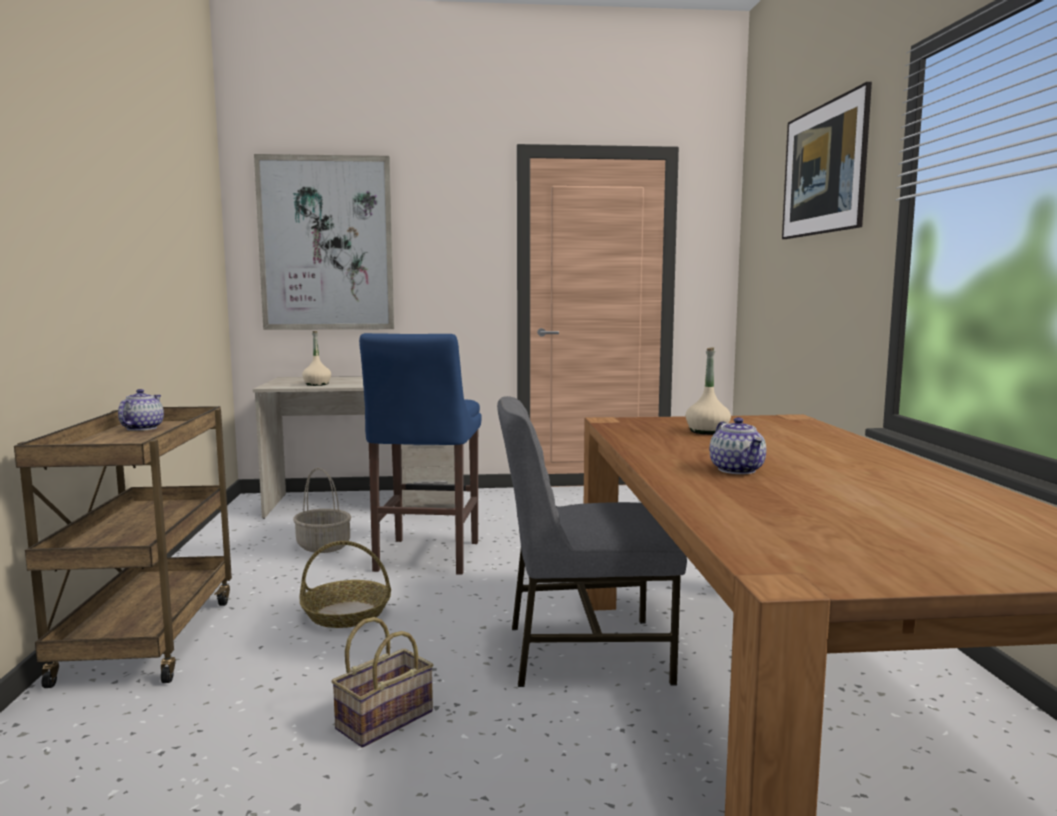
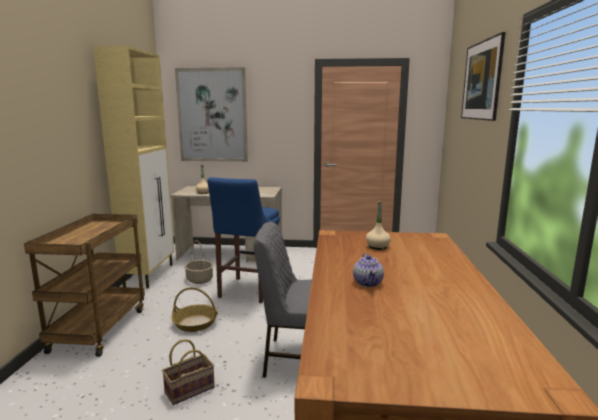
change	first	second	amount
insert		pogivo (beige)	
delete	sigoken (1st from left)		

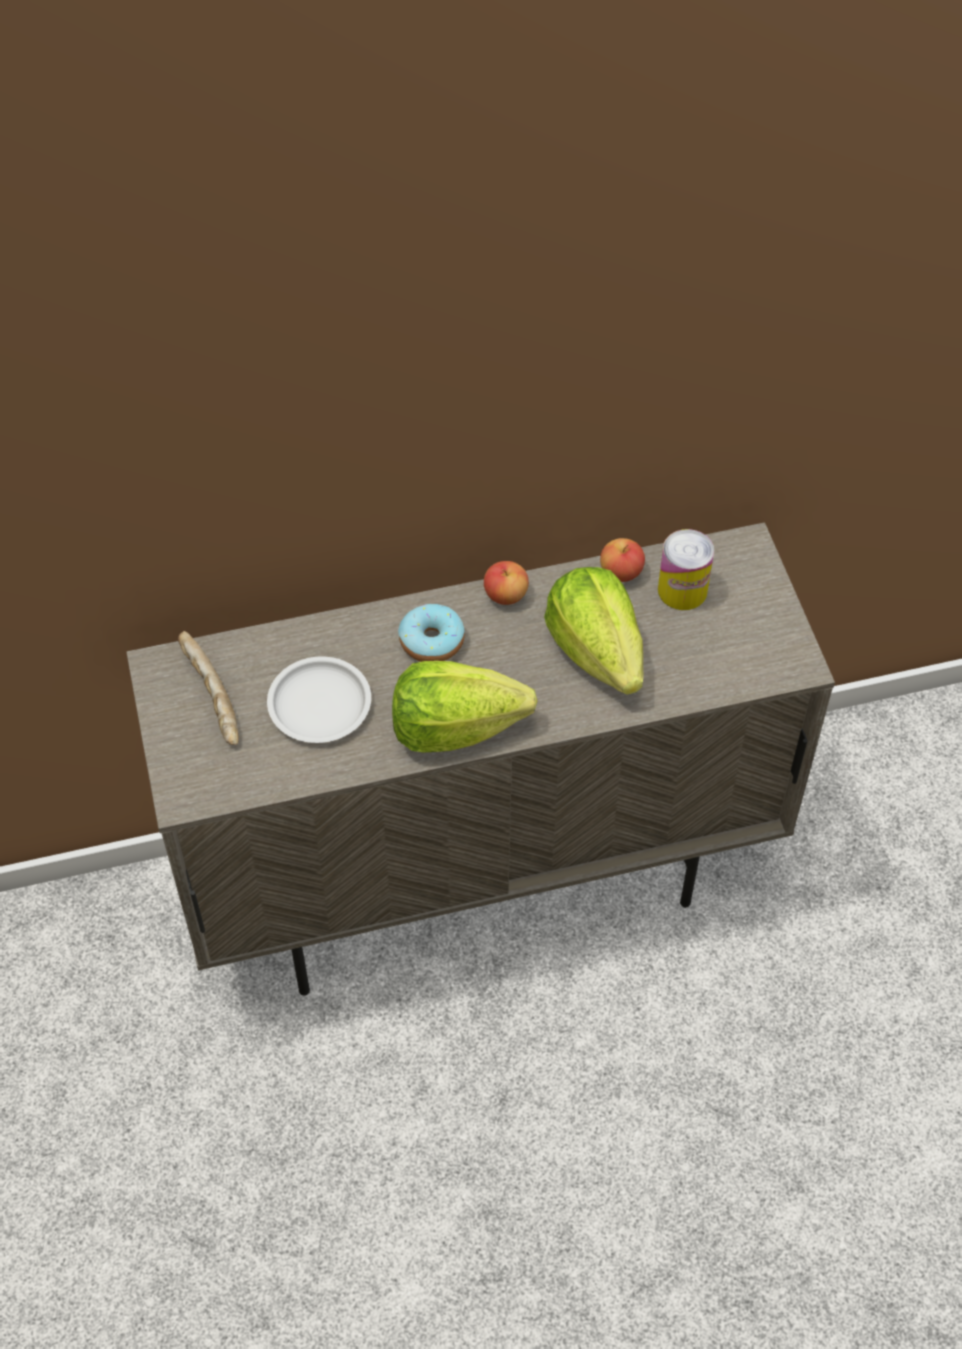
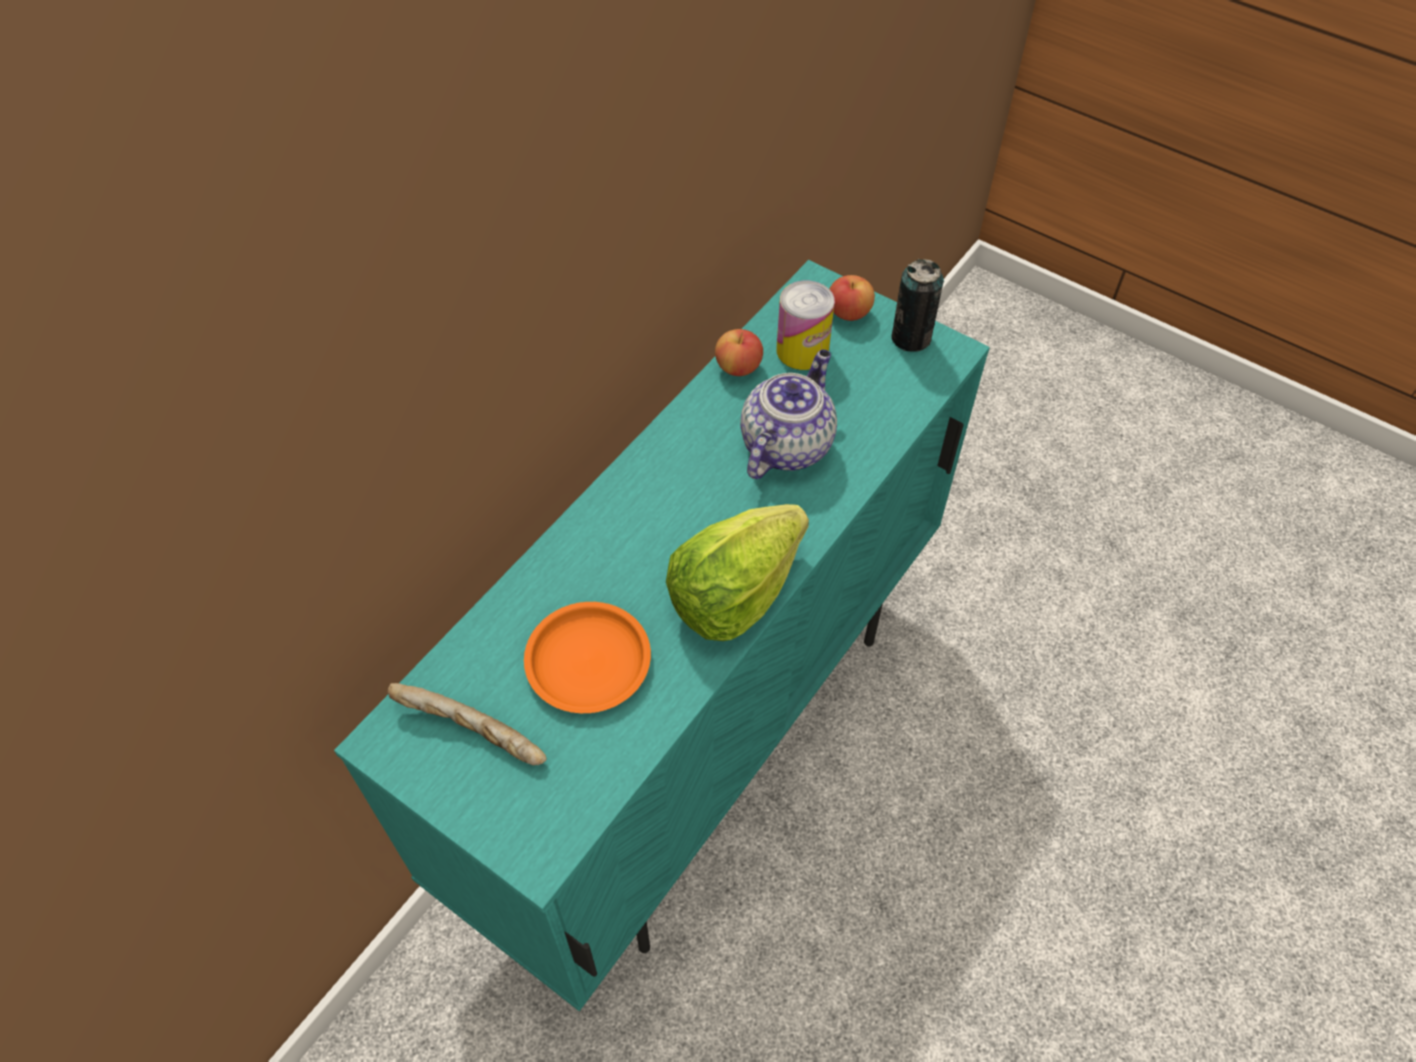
change	first	second	amount
recolor	pogivo (beige)	pogivo (turquoise)	
recolor	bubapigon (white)	bubapigon (orange)	
replace	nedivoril (2nd from left)	sigoken	
move	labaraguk (1st from left in the first image)	labaraguk (2nd from left)	
insert		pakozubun (2nd from left)	
delete	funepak		

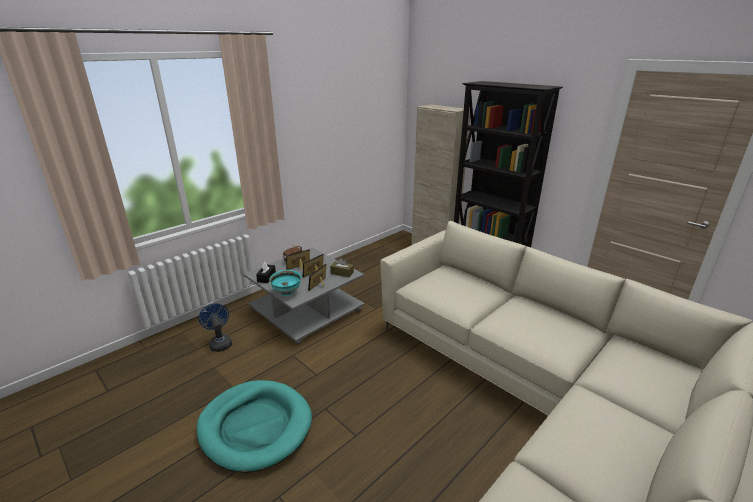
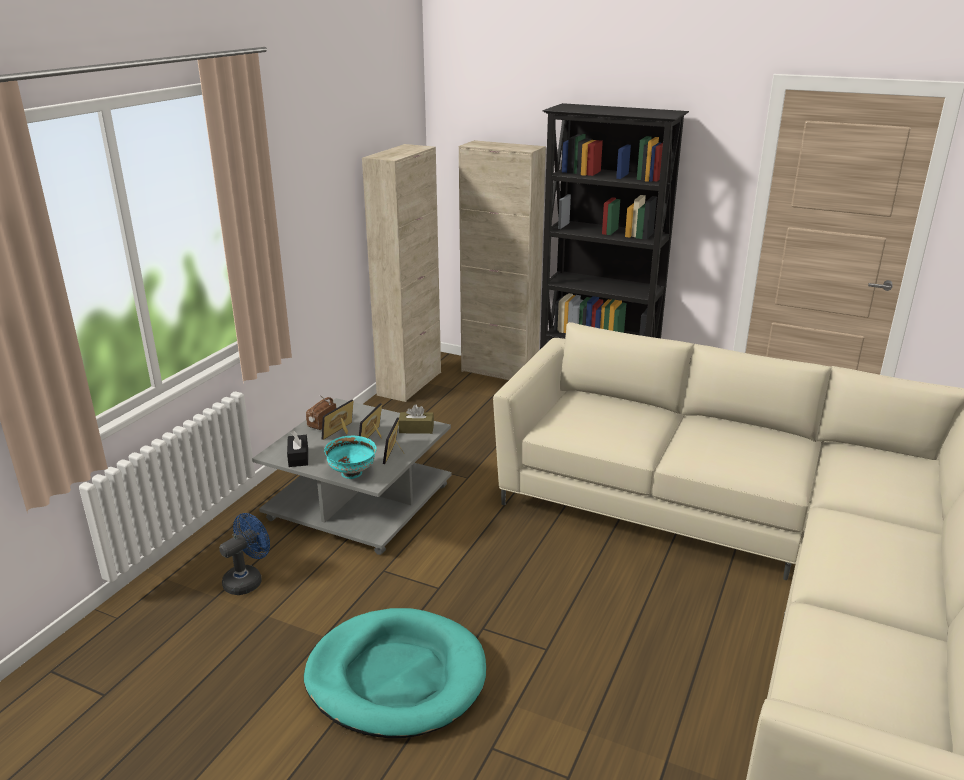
change	first	second	amount
rotate	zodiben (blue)		90 degrees clockwise
insert		pogivo (beige) (1st from left)	

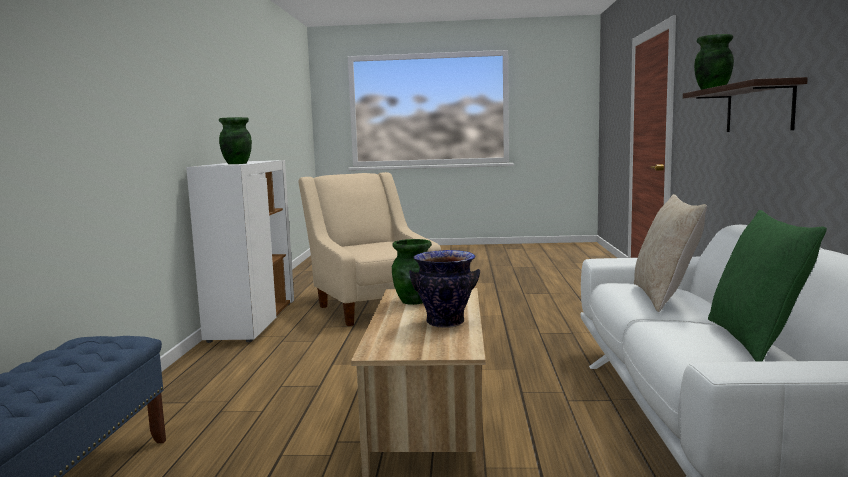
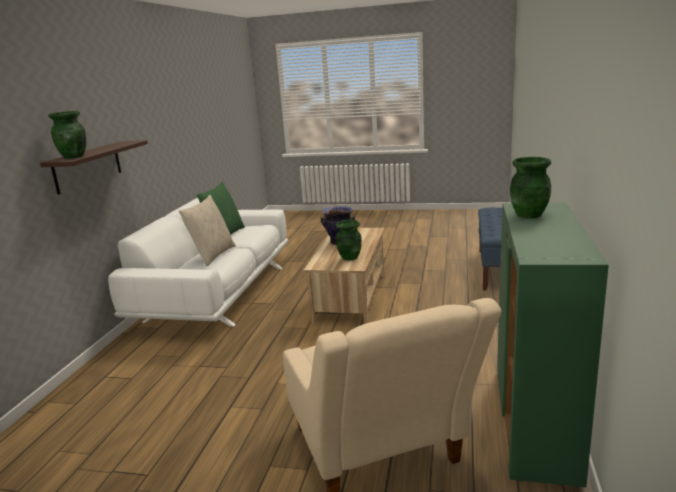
change	first	second	amount
recolor	pogivo (white)	pogivo (green)	

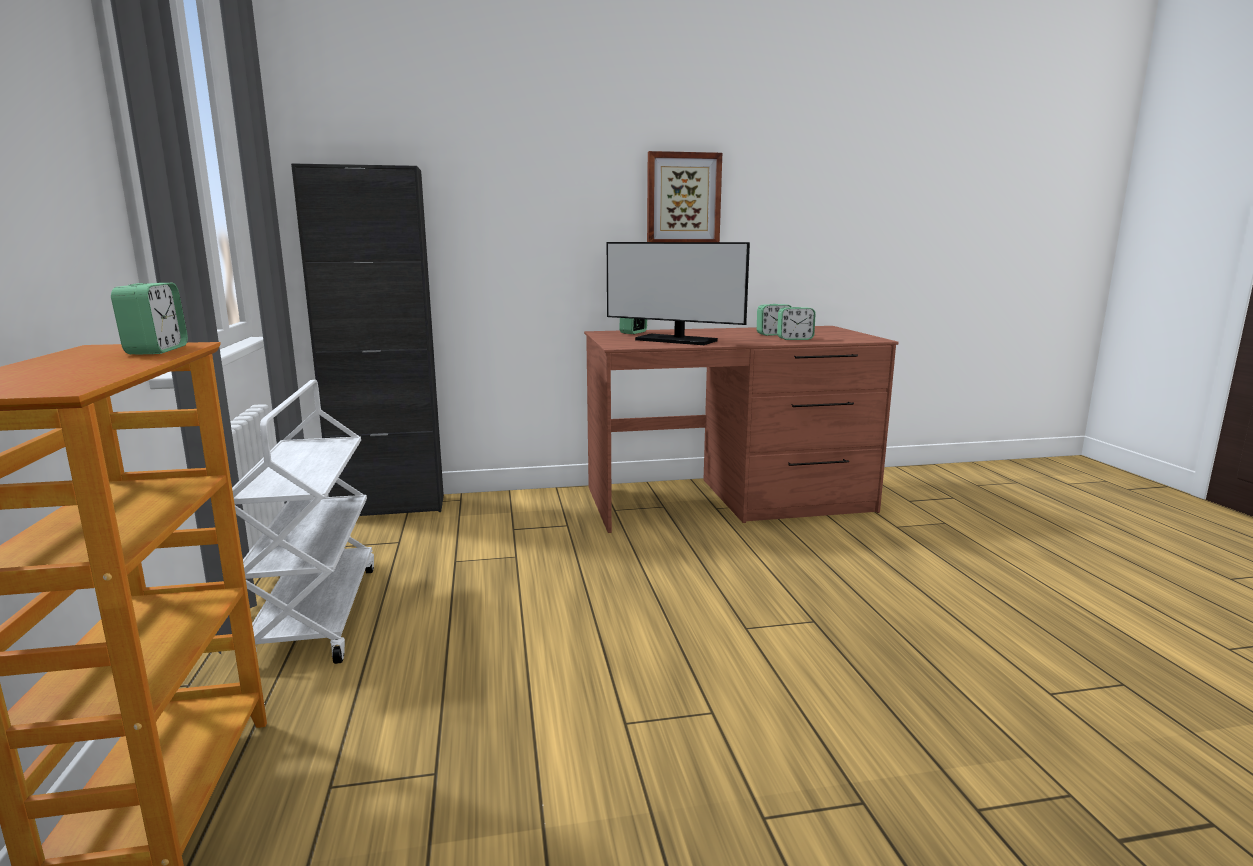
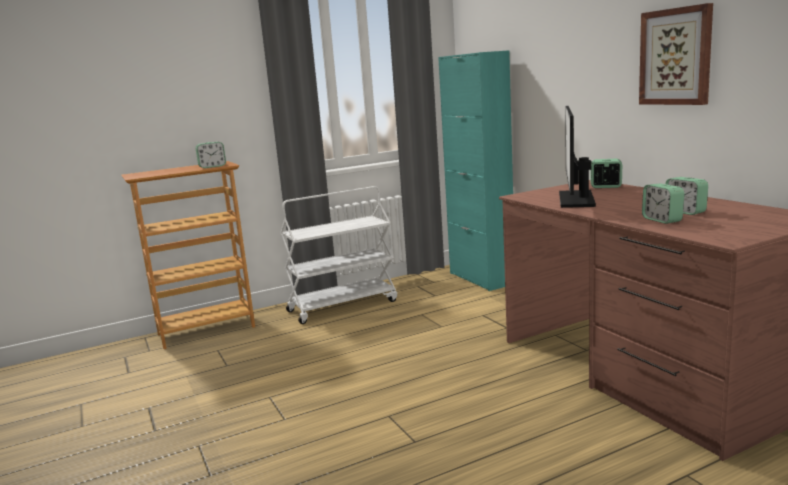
change	first	second	amount
recolor	pogivo (black)	pogivo (turquoise)	

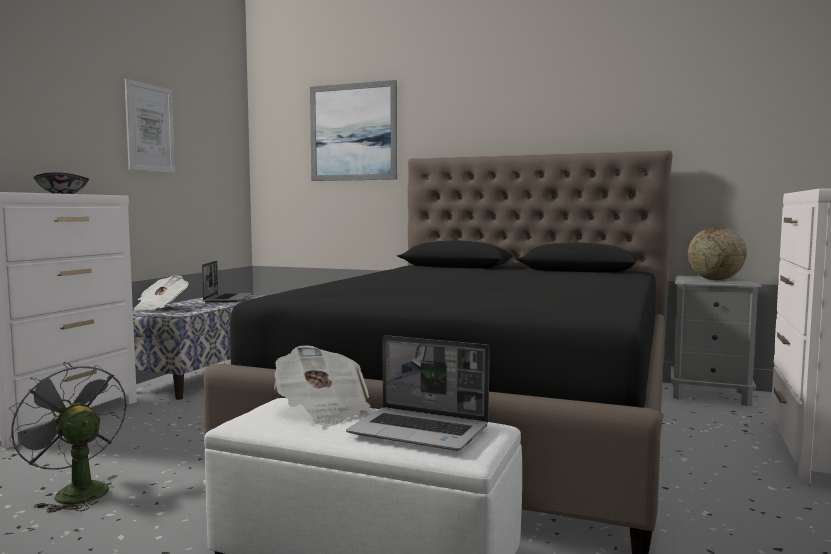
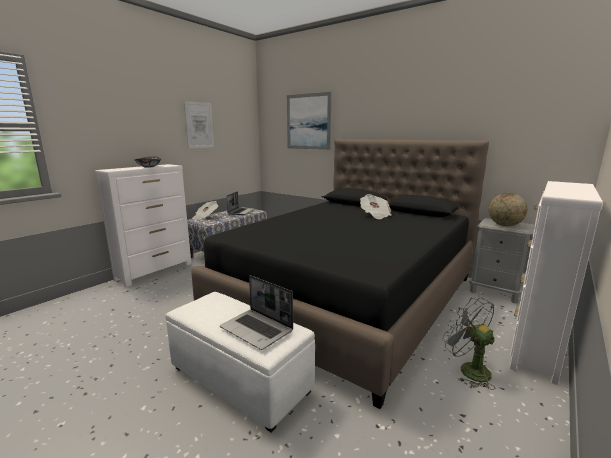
change	first	second	amount
move	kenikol (2nd from left)		
move	zodiben (grey)		

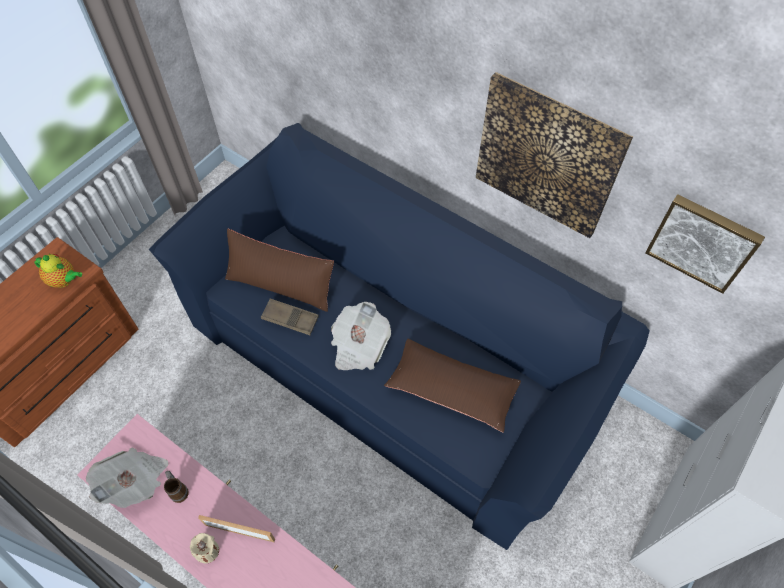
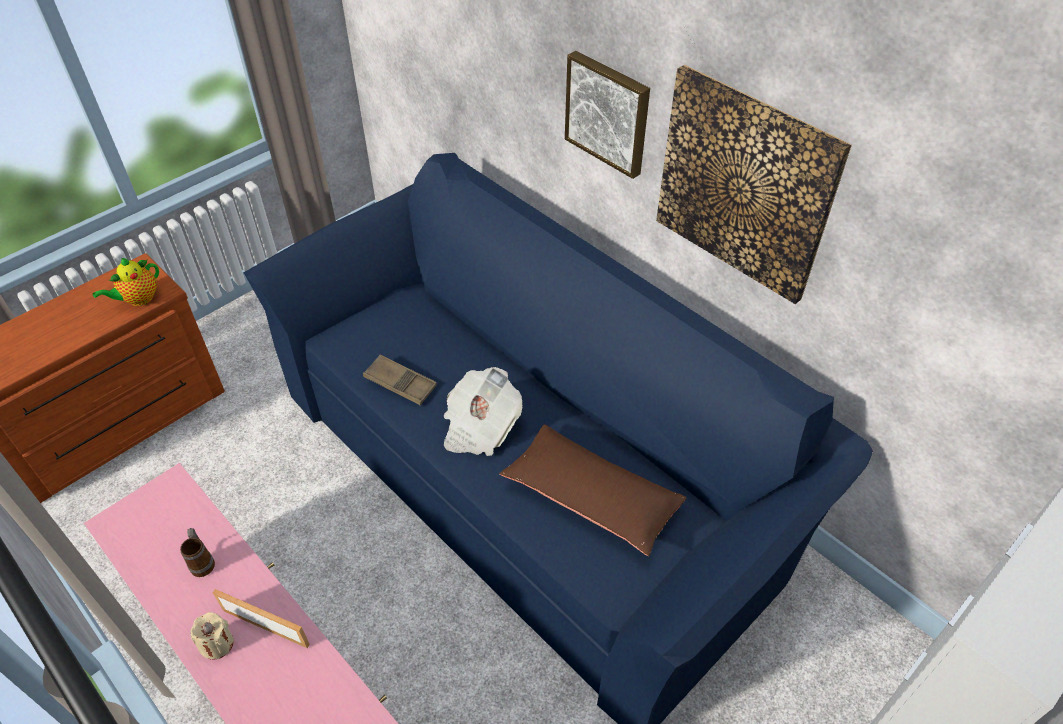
change	first	second	amount
rotate	sigoken		105 degrees clockwise
move	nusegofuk (2nd from left in the first image)	nusegofuk (1st from left)	
delete	kenikol (1st from left)		
delete	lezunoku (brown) (1st from left)		

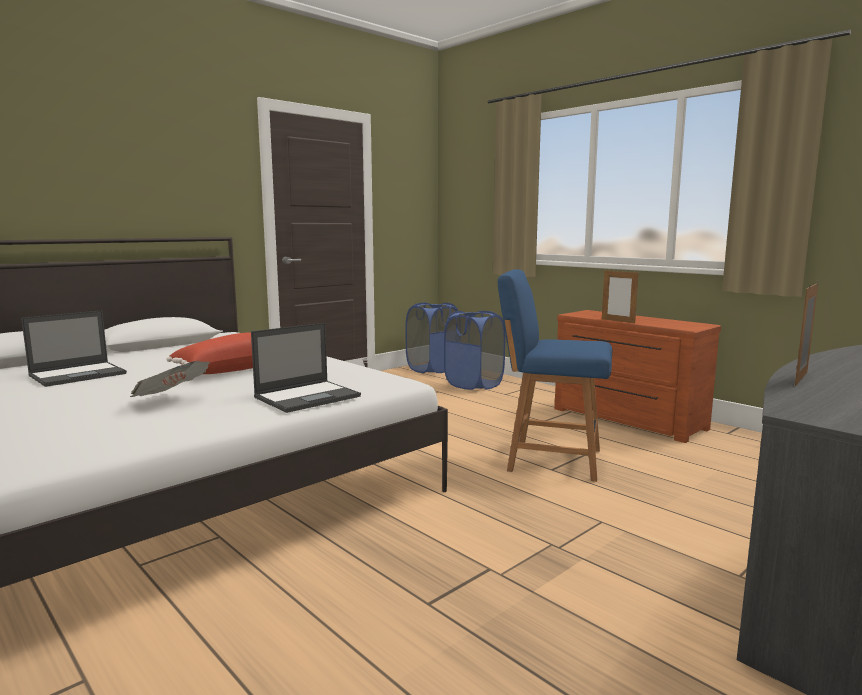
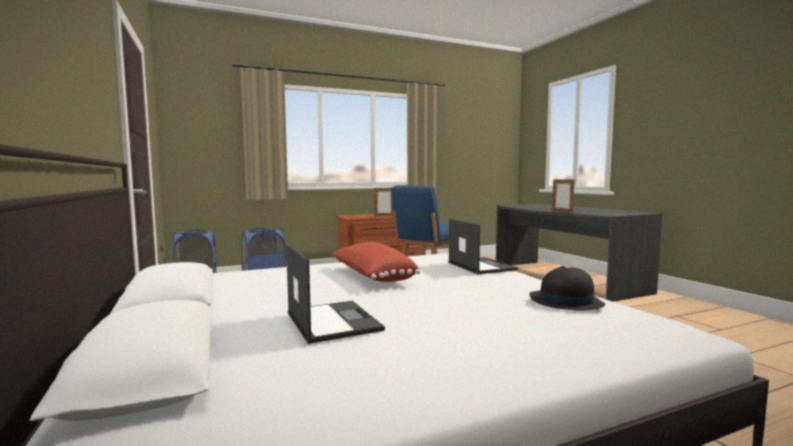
change	first	second	amount
insert		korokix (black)	
delete	kenikol		

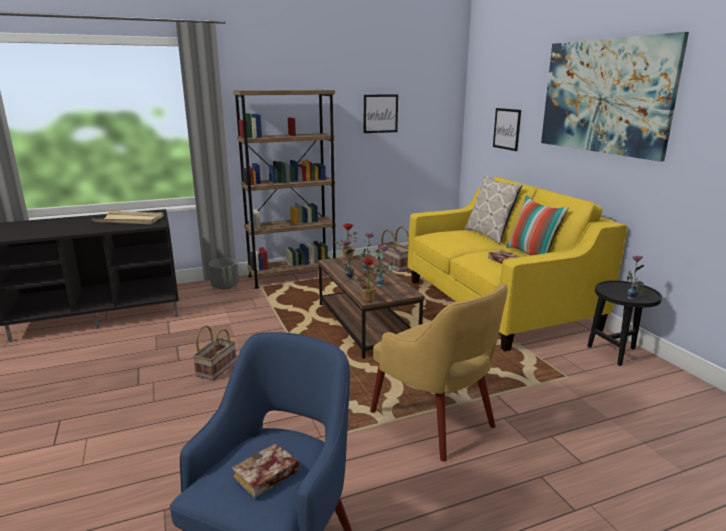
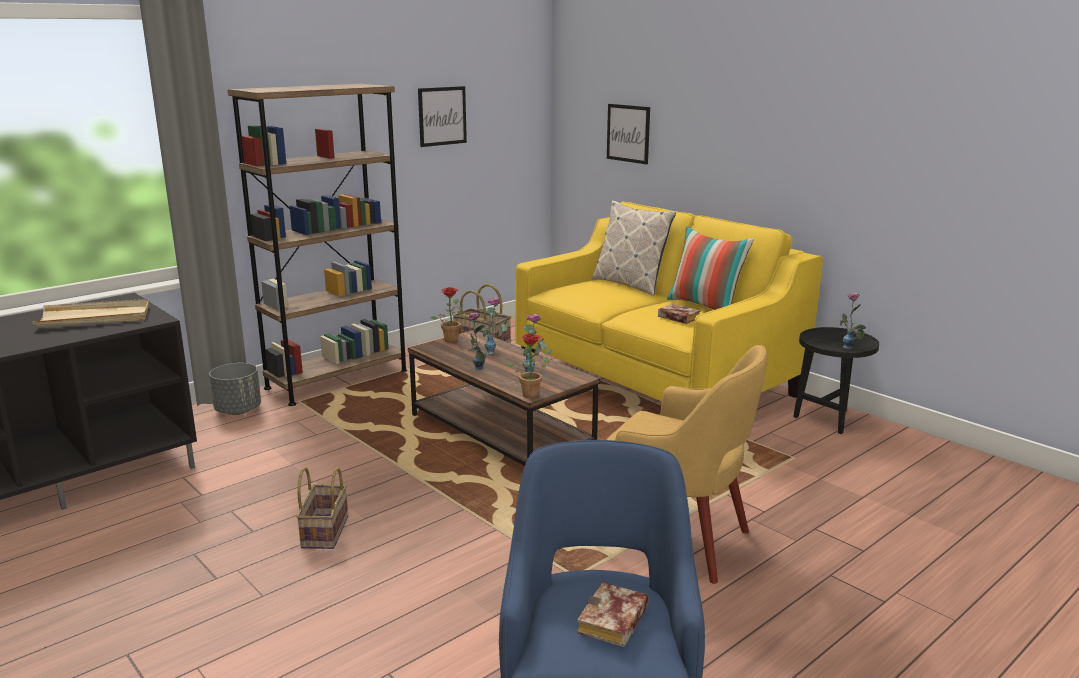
change	first	second	amount
delete	nusegofuk (3rd from left)		

